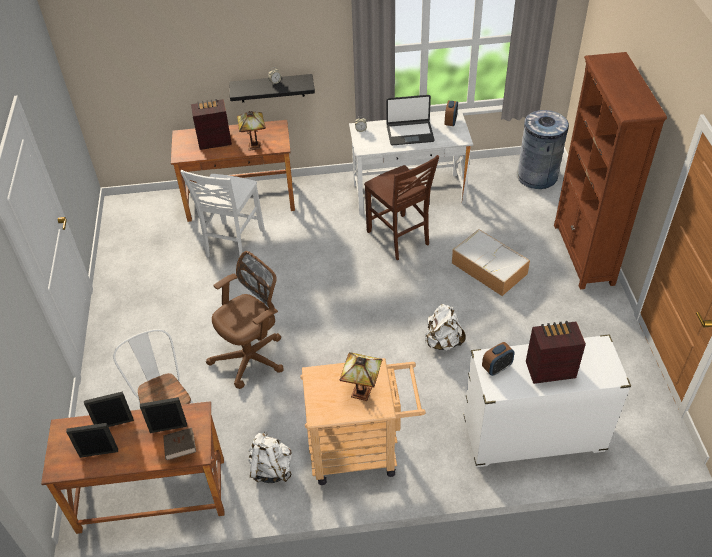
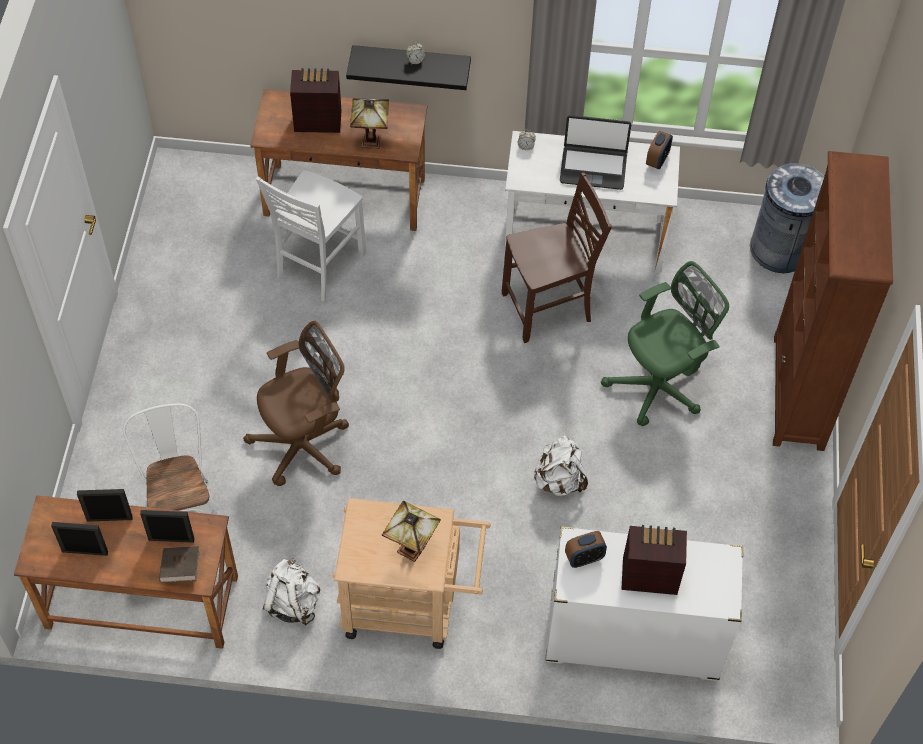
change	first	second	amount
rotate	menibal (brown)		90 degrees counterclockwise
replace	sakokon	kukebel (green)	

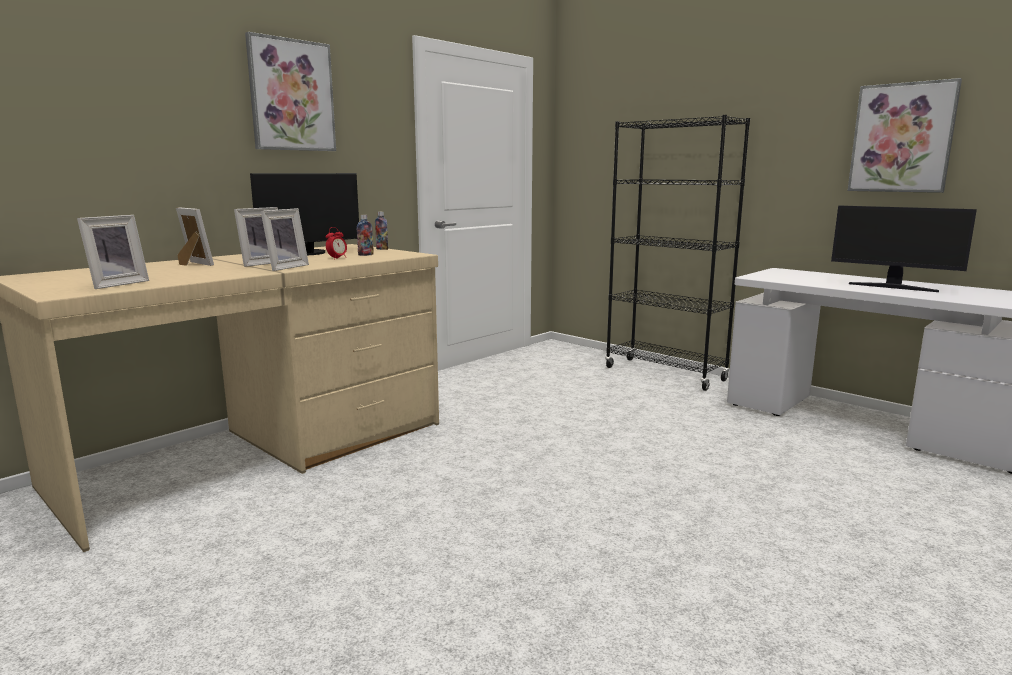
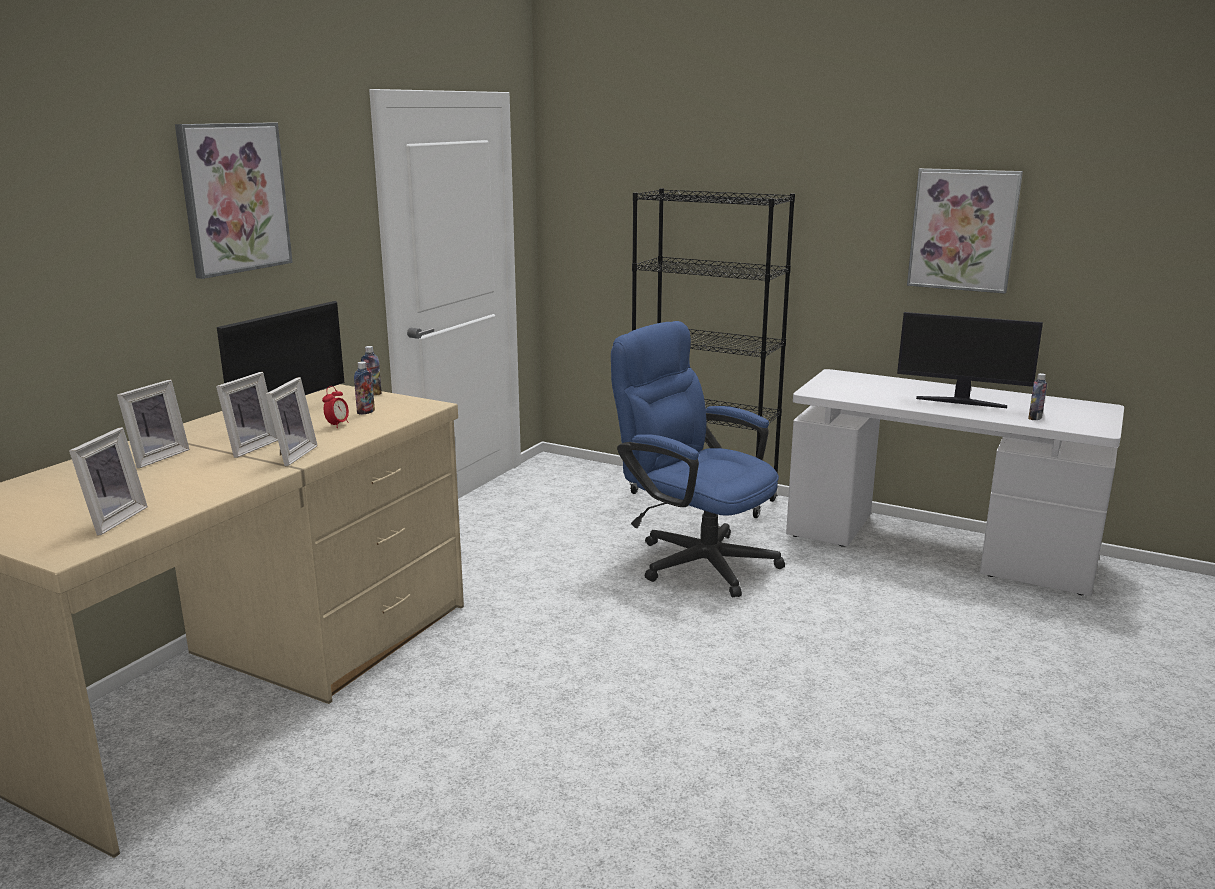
change	first	second	amount
rotate	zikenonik (2nd from left)		90 degrees clockwise
insert		kukebel (blue)	
insert		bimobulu (3rd from left)	

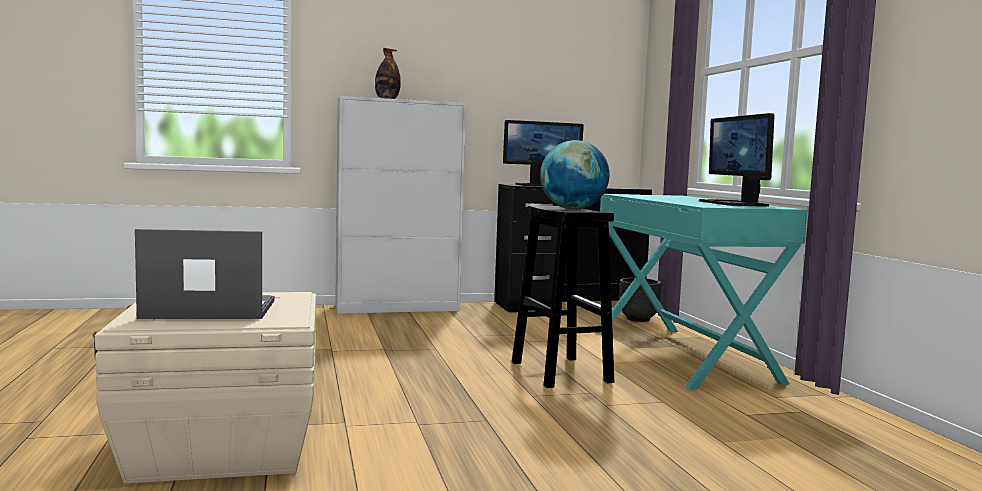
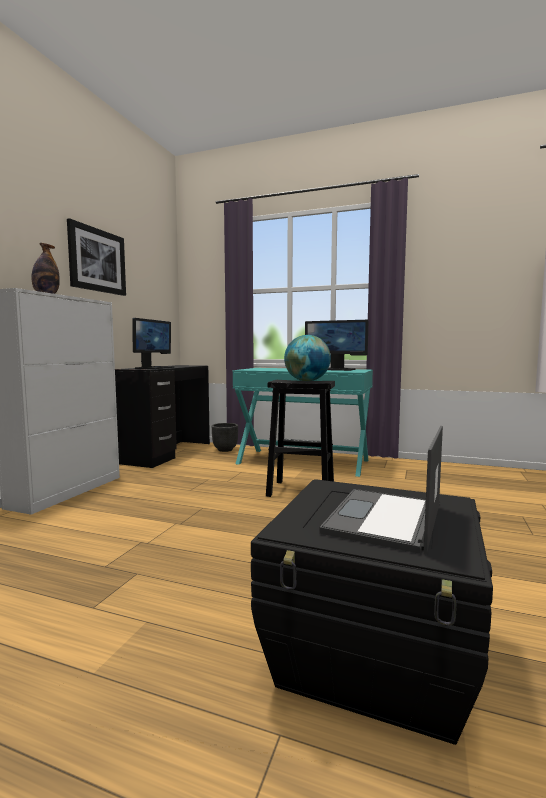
change	first	second	amount
insert		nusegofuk	
recolor	sakokon (beige)	sakokon (black)	

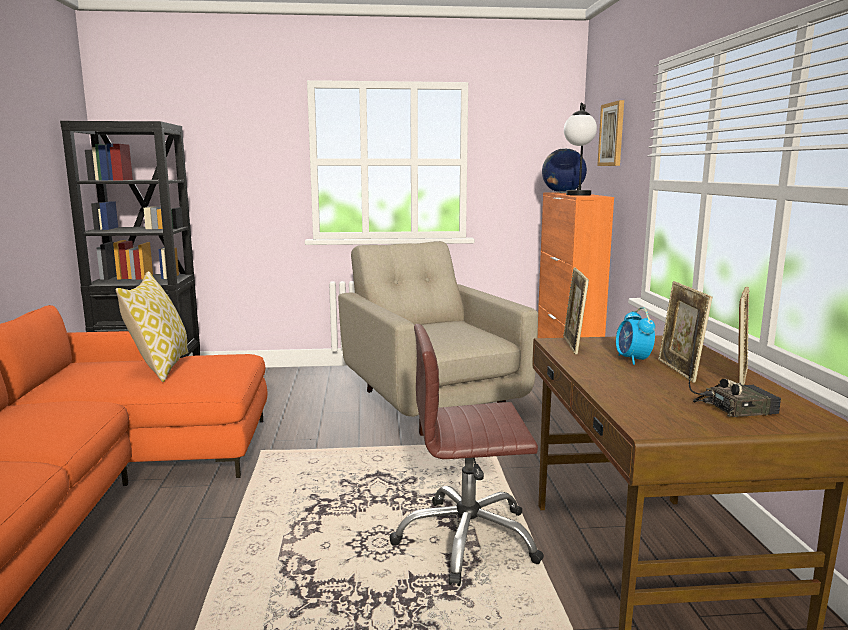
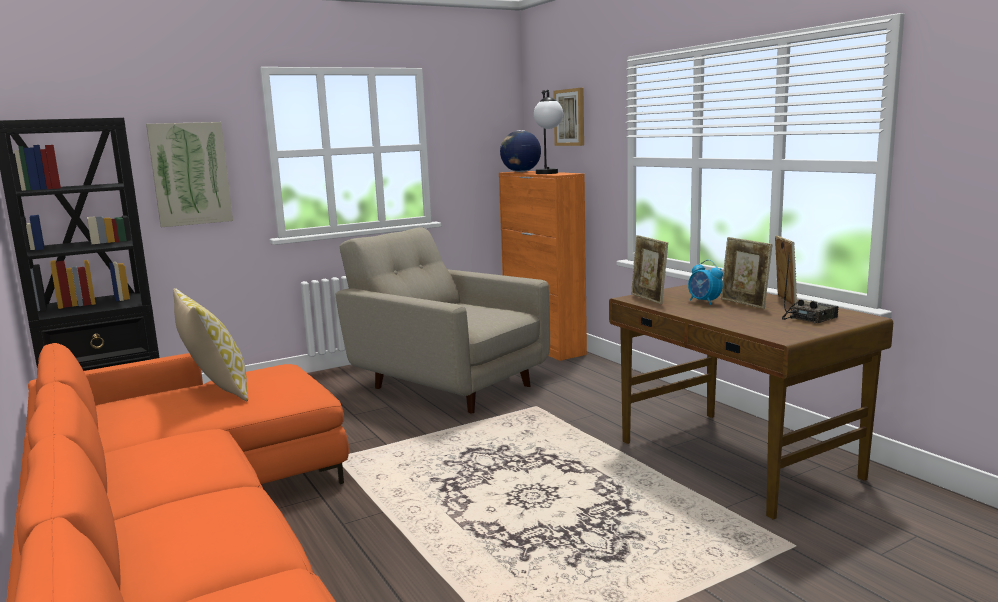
change	first	second	amount
insert		nusegofuk (1st from left)	
delete	kukebel (brown)		

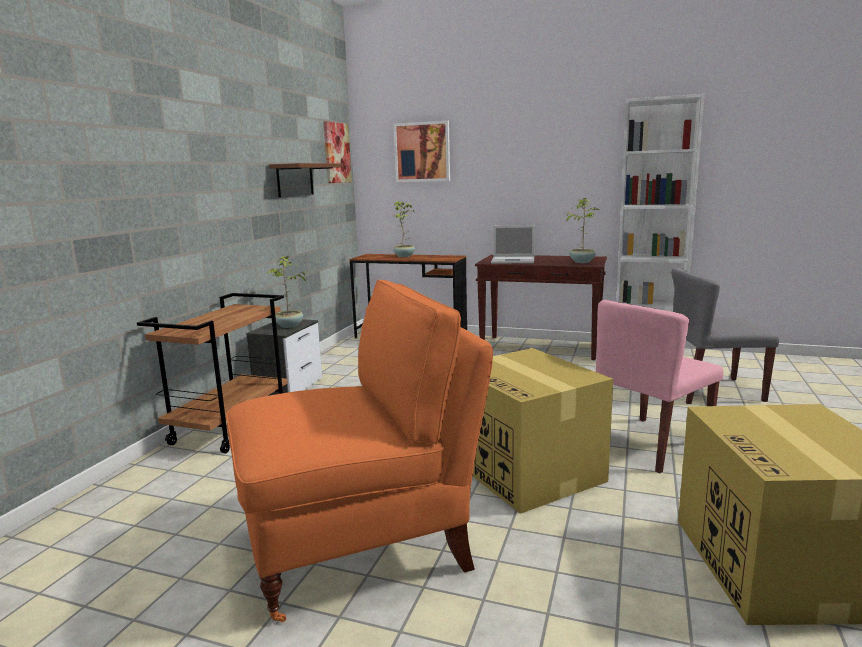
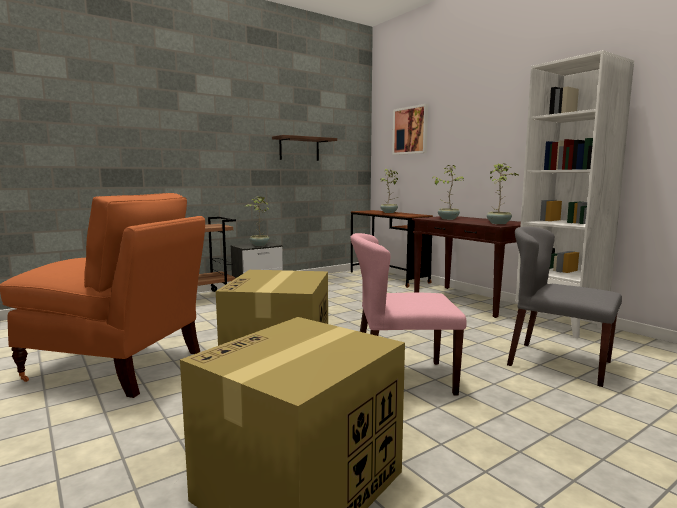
change	first	second	amount
replace	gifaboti	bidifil (3rd from left)	
delete	nusegofuk (1st from left)		

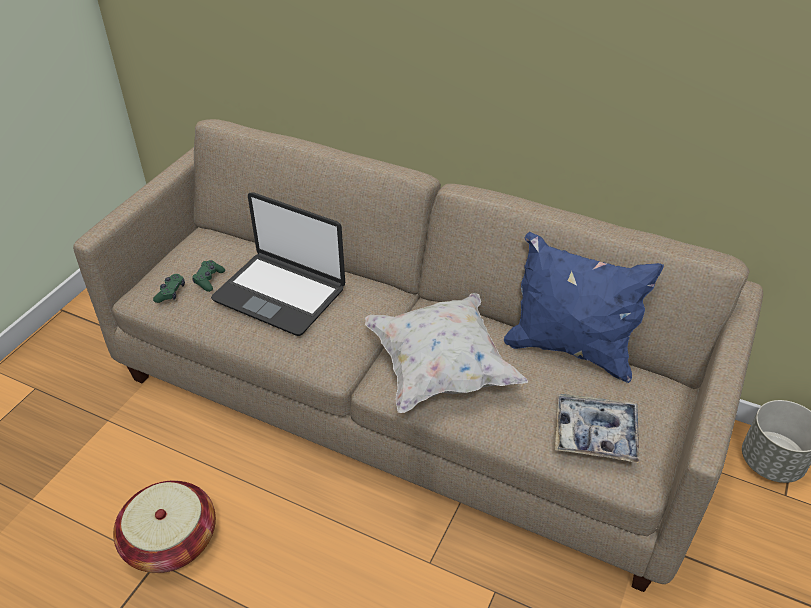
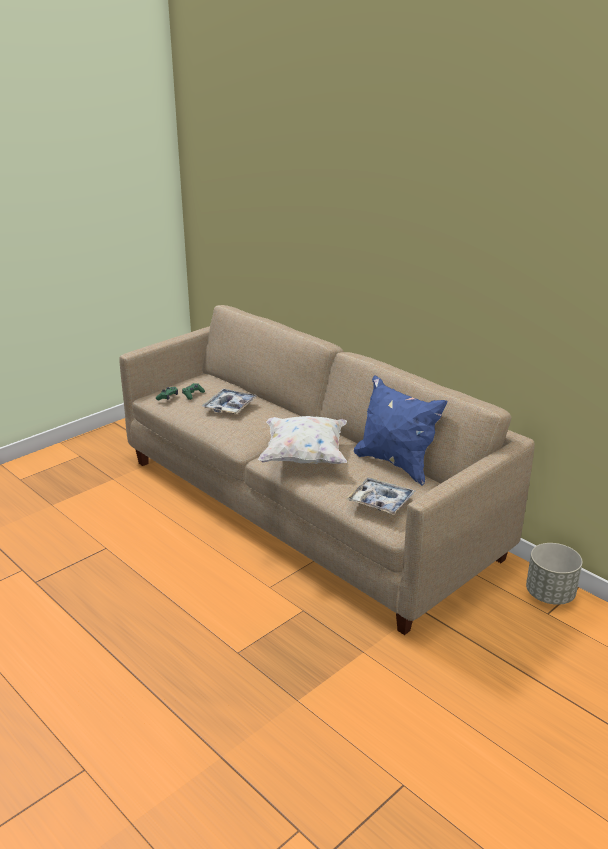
change	first	second	amount
replace	gifaboti	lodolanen (1st from left)	
delete	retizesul		

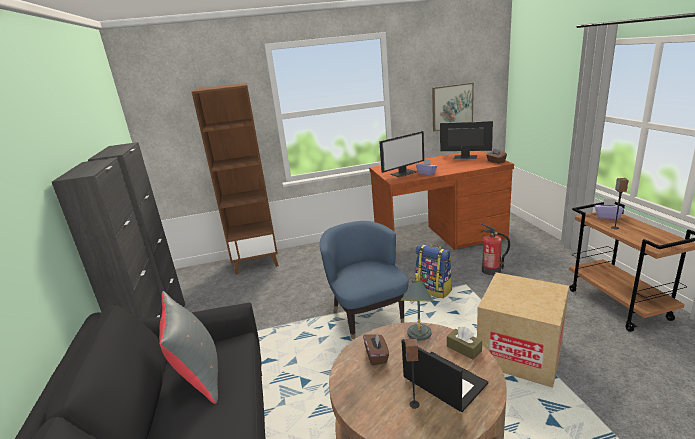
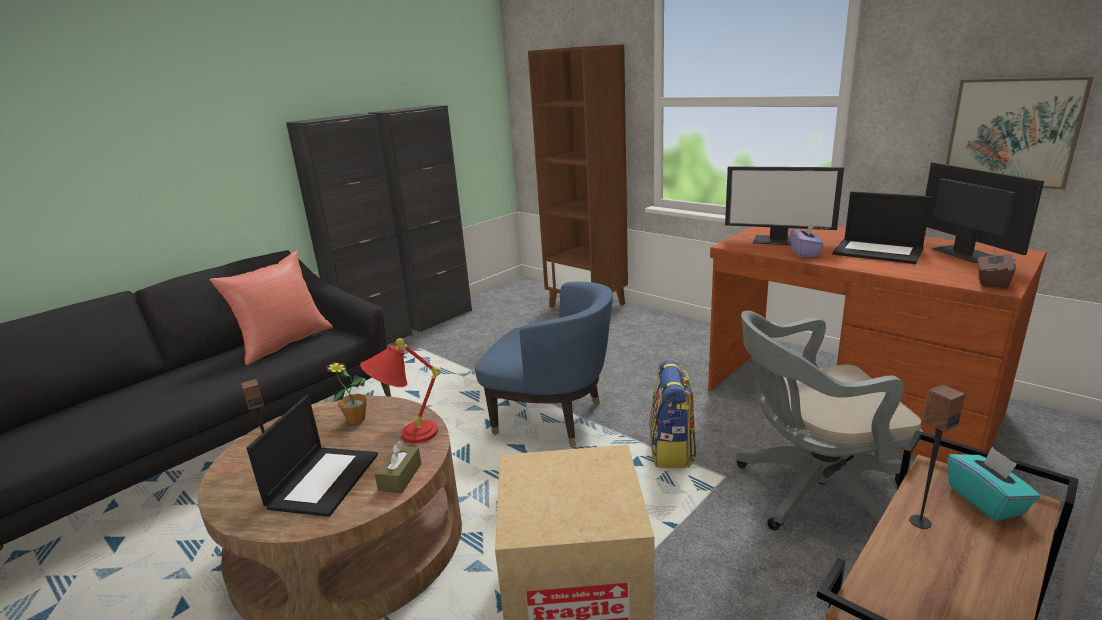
change	first	second	amount
recolor	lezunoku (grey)	lezunoku (red)	
replace	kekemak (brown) (1st from left)	bidifil	
recolor	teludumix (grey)	teludumix (red)	
rotate	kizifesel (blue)		75 degrees clockwise
replace	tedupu	kukebel (grey)	
insert		gifaboti (2nd from left)	
recolor	kekemak (purple) (2nd from left)	kekemak (turquoise)	

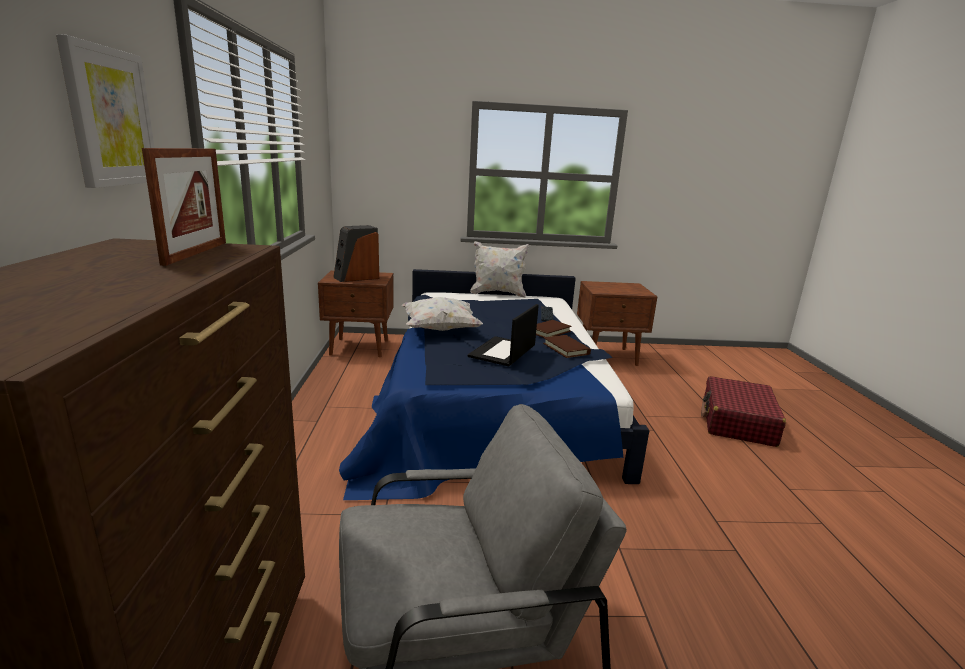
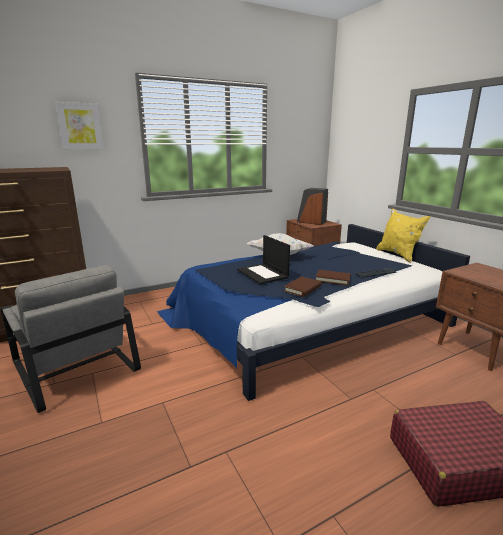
change	first	second	amount
rotate	gifaboti		120 degrees counterclockwise
recolor	lezunoku (white) (2nd from left)	lezunoku (yellow)	
delete	zikenonik		

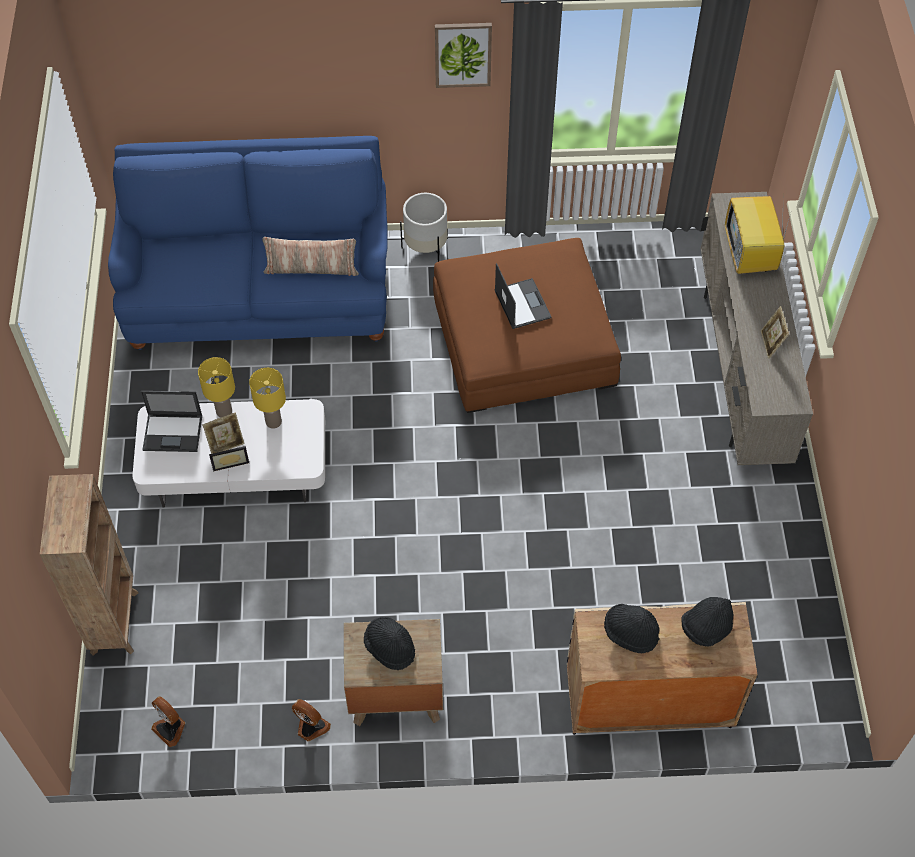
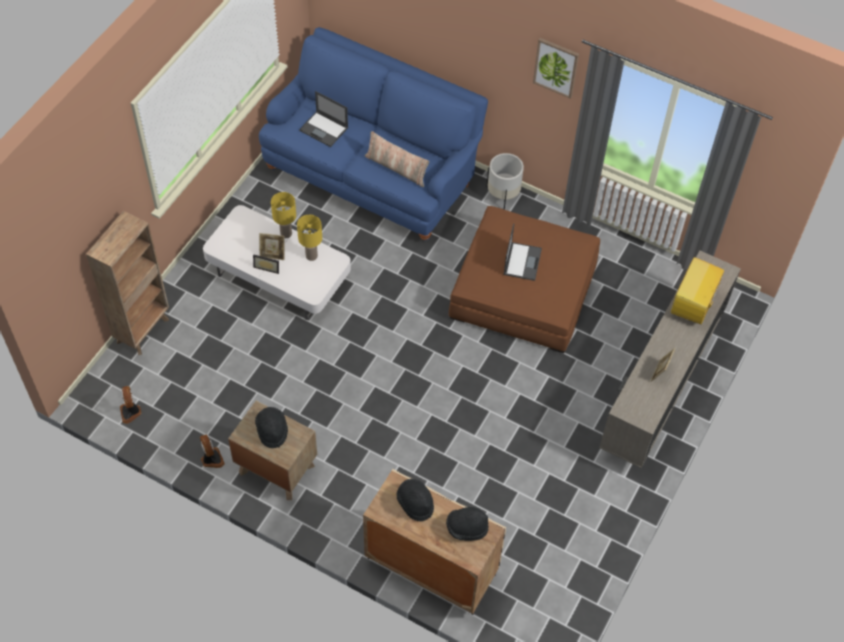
change	first	second	amount
move	gifaboti (1st from left)		

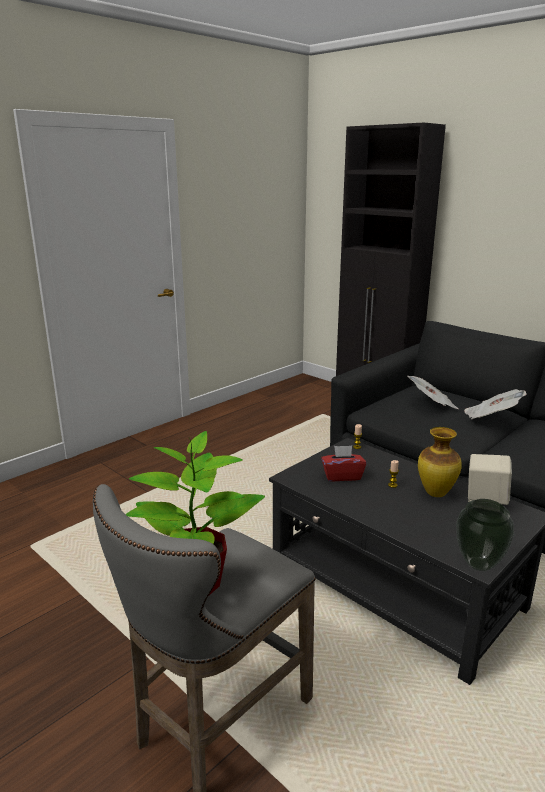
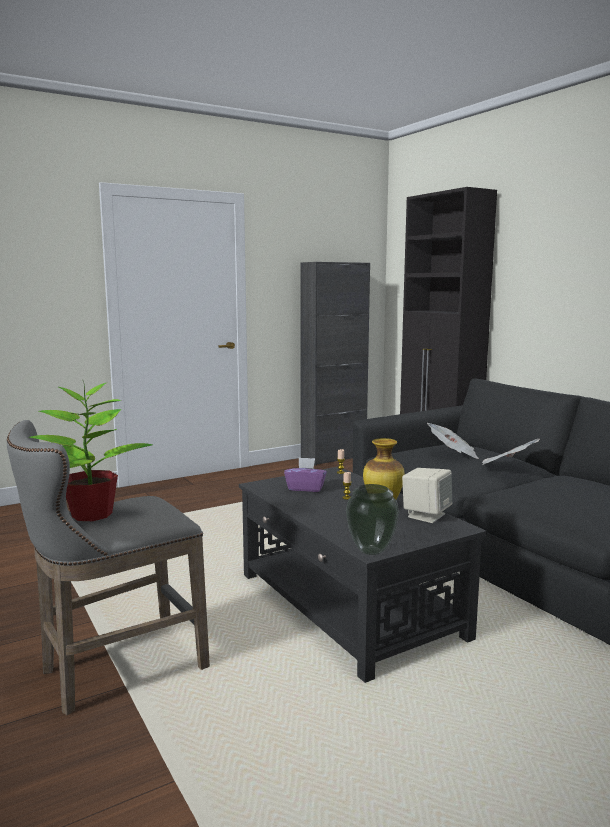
change	first	second	amount
recolor	kekemak (red)	kekemak (purple)	
insert		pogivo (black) (1st from left)	

